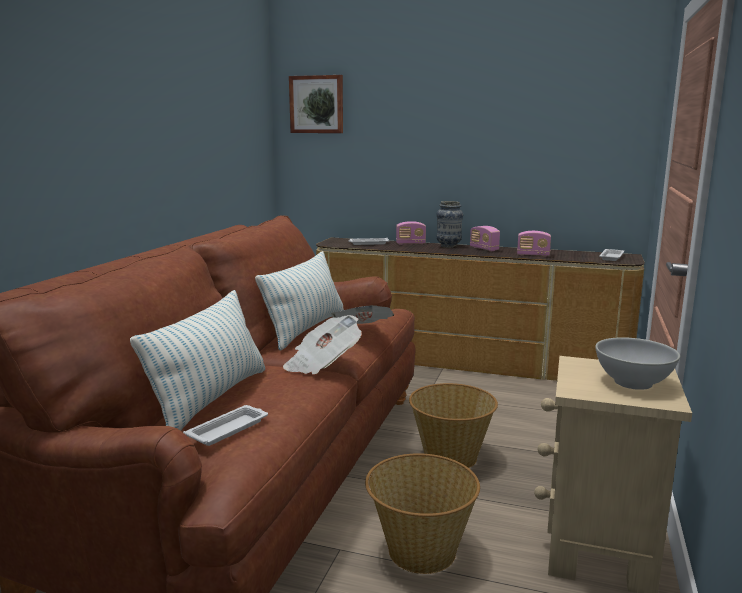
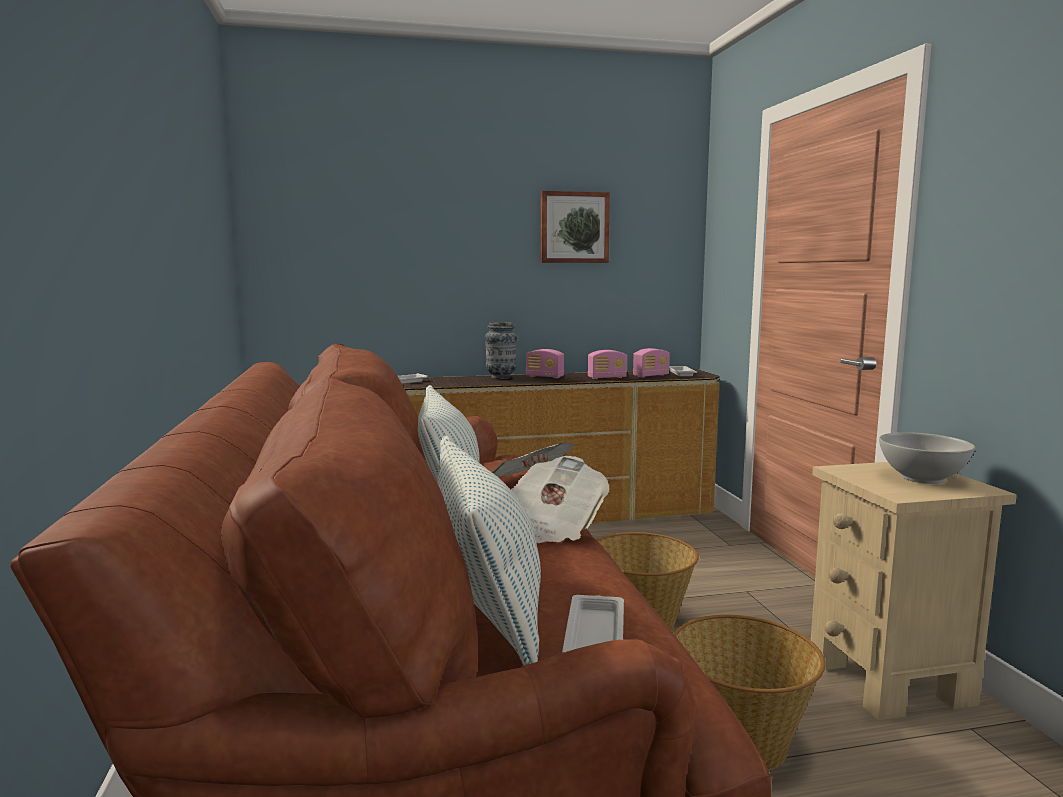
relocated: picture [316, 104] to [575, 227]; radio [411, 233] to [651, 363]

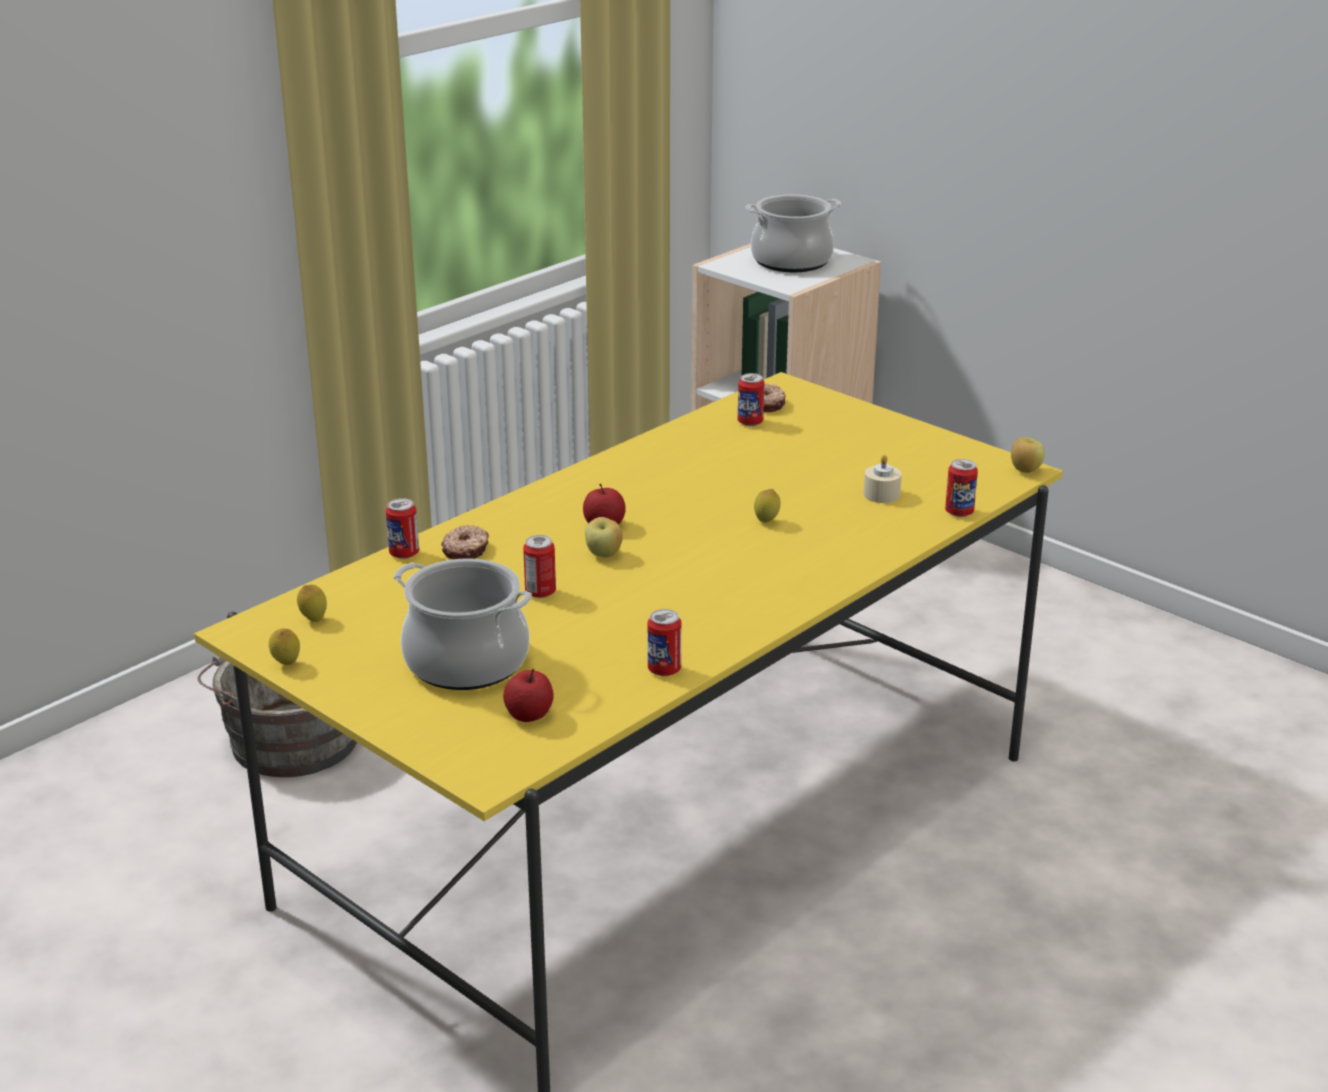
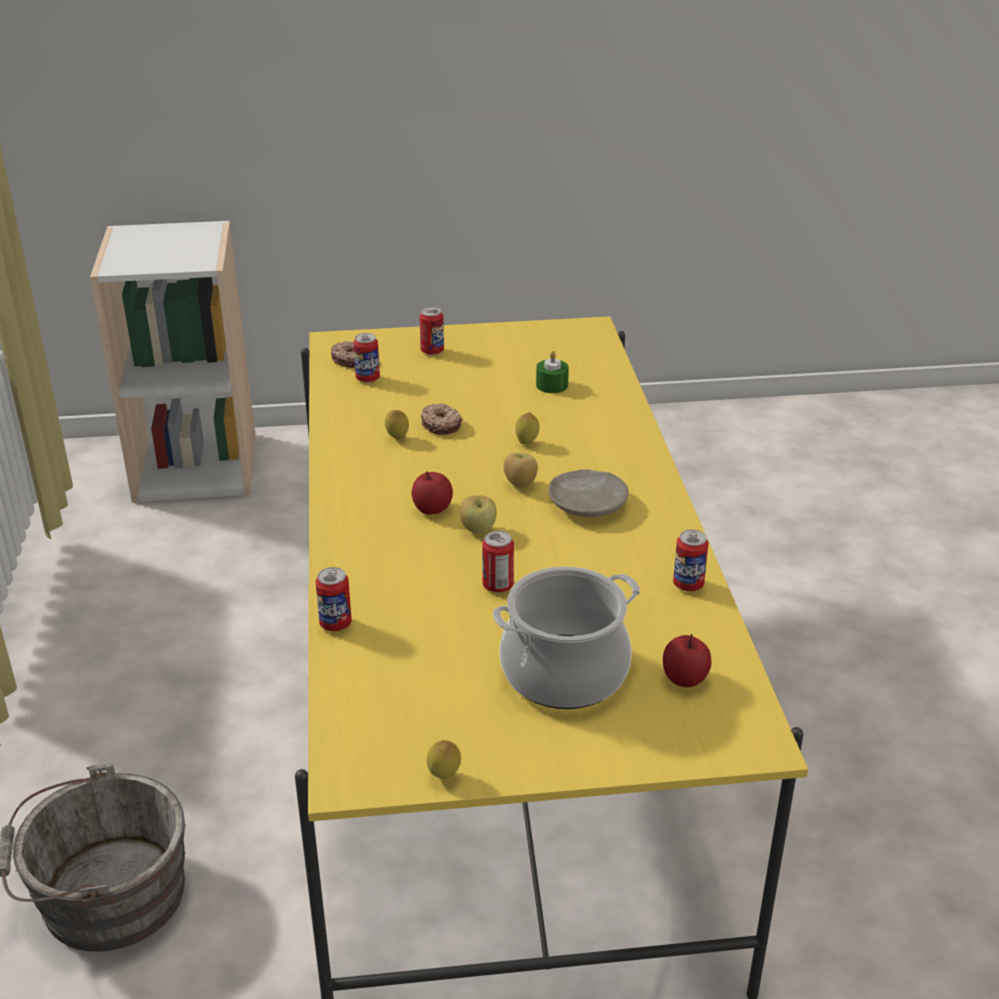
missing: cooking pot [794, 233]
appeared: beige plate [588, 493]
relocated: lemon [312, 603] to [397, 425]; donut [465, 542] to [441, 419]; can [961, 488] to [431, 331]; apple [1028, 455] to [520, 470]
colour: beige candle [883, 479] to green candle [552, 372]

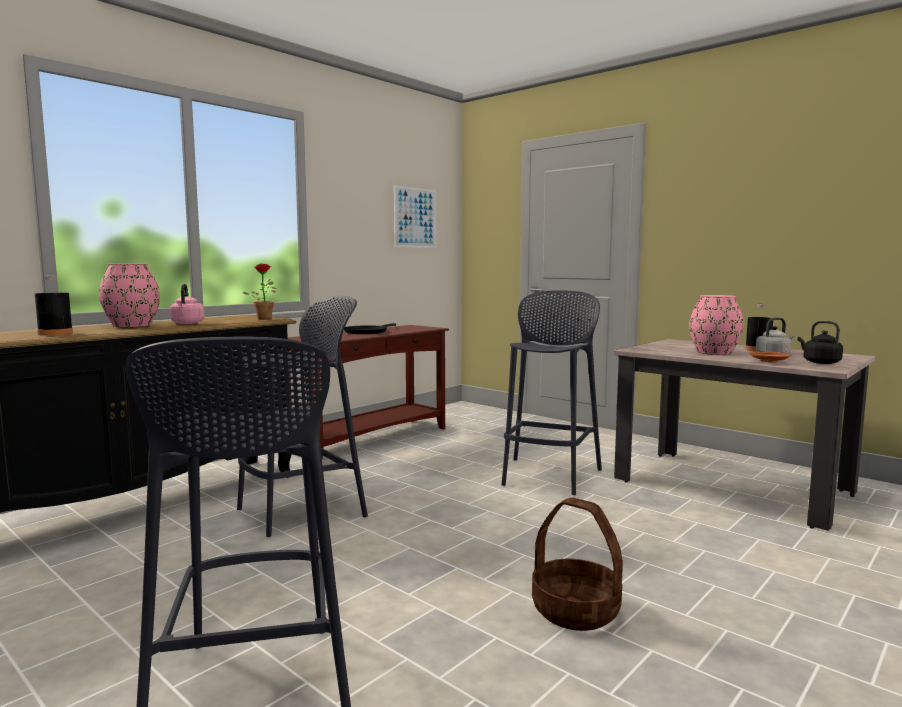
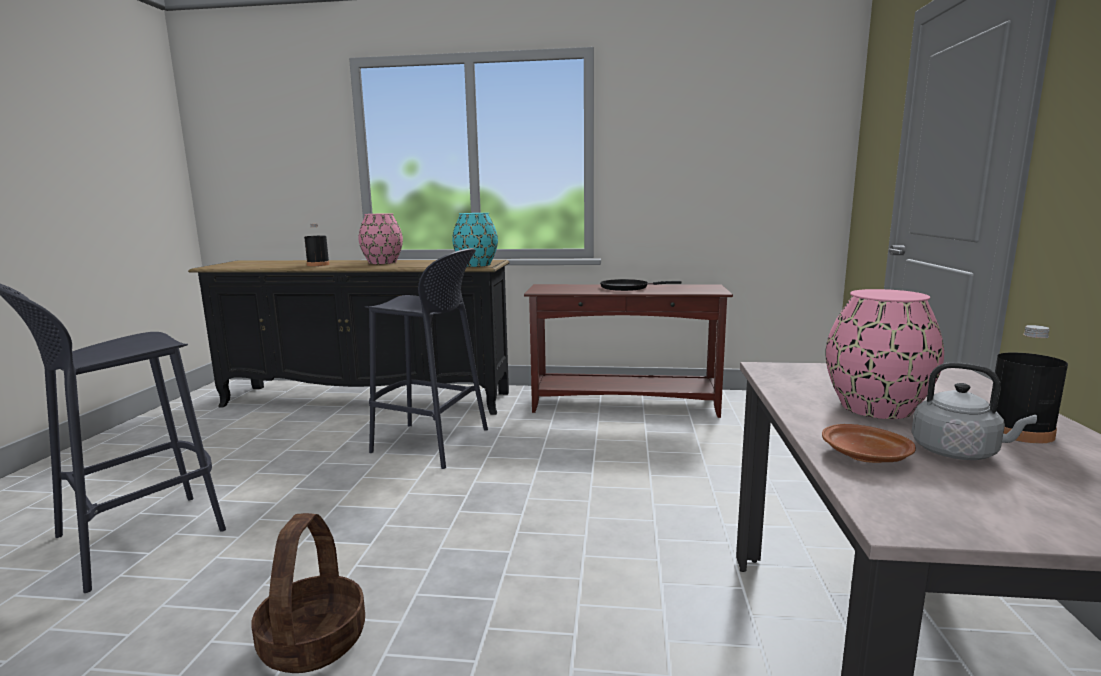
missing: pink kettle [187, 304]; picture [415, 216]; grey stool [551, 392]; black kettle [820, 342]
exchanged: potted plant [259, 292] to turquoise vase [475, 240]

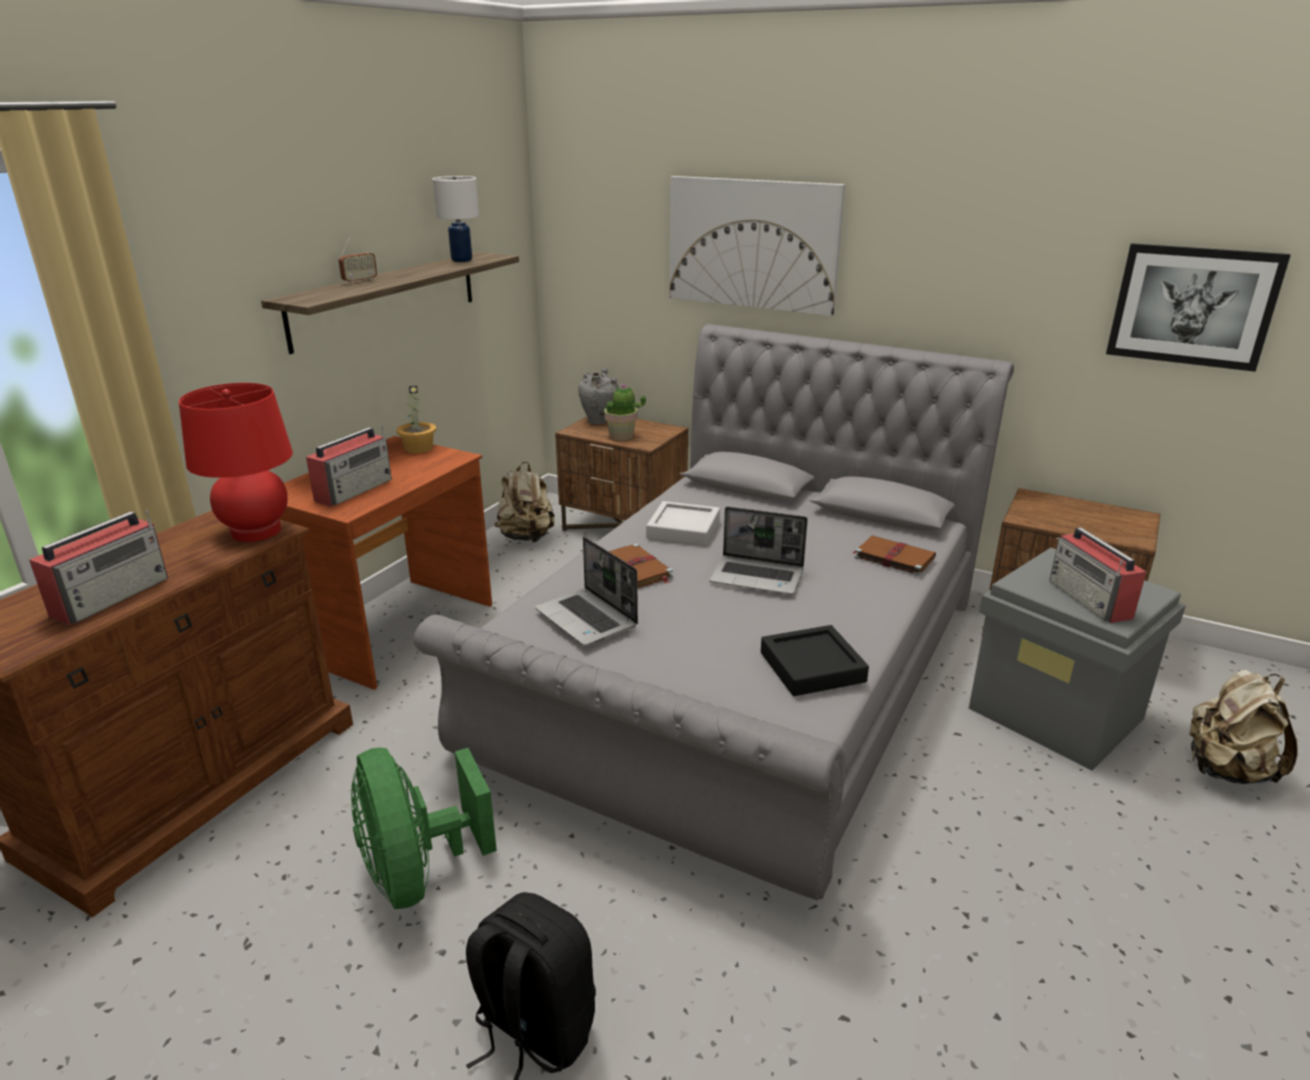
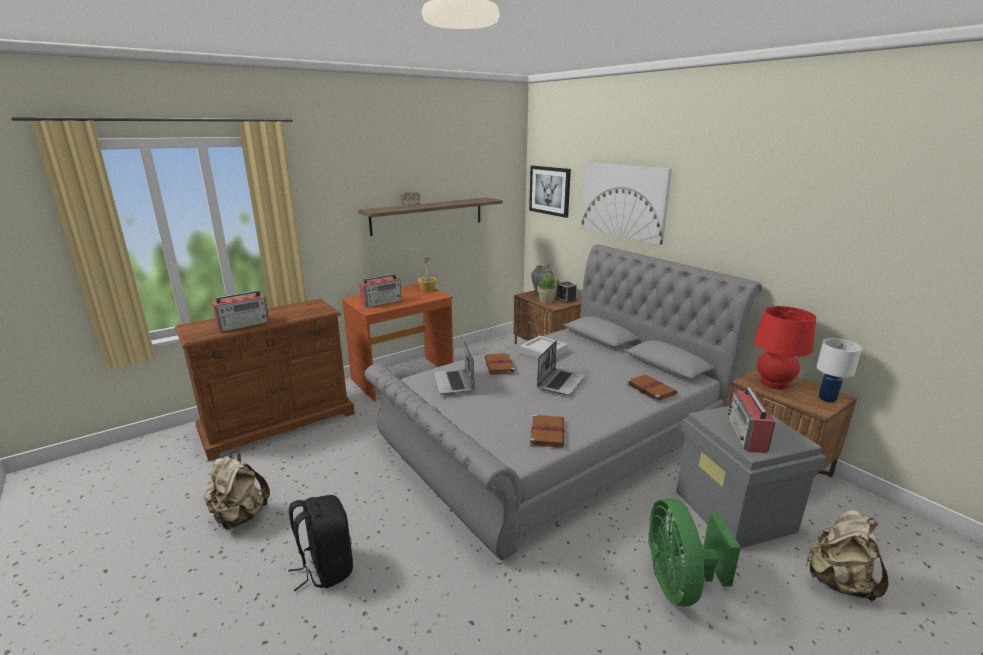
appeared: alarm clock [566, 292]
relocated: red table lamp [236, 462] to [785, 347]; green fan [424, 828] to [694, 552]; white table lamp [455, 219] to [839, 370]; beige backpack [524, 501] to [236, 490]; picture [1198, 307] to [550, 192]
exchanged: black tray [815, 660] to brown book [547, 431]
spun: laptop [759, 550] = [561, 367] 105 degrees counterclockwise

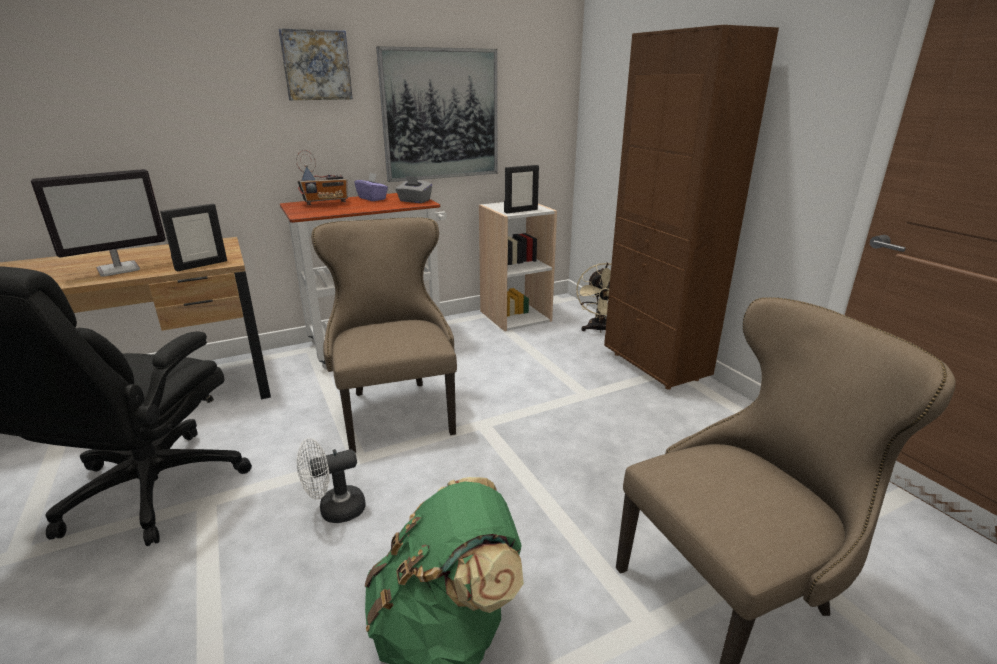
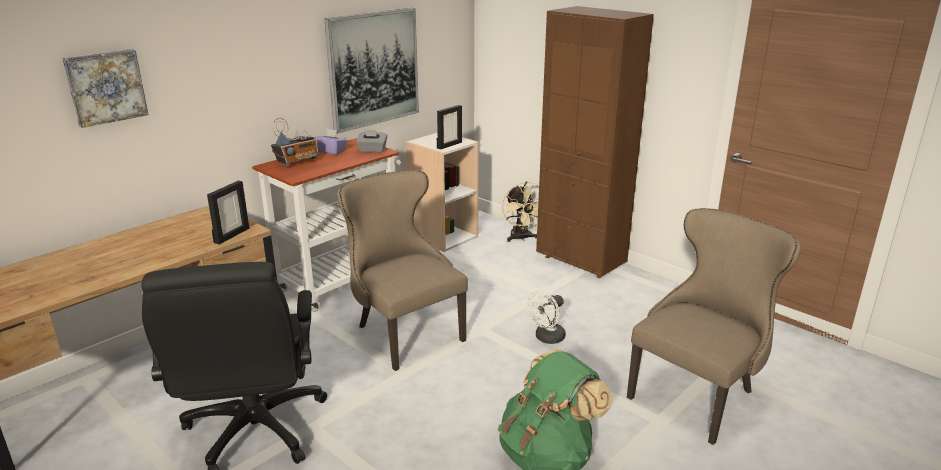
missing: monitor [98, 223]
relocated: picture [315, 64] to [105, 88]; white fan [331, 480] to [546, 317]

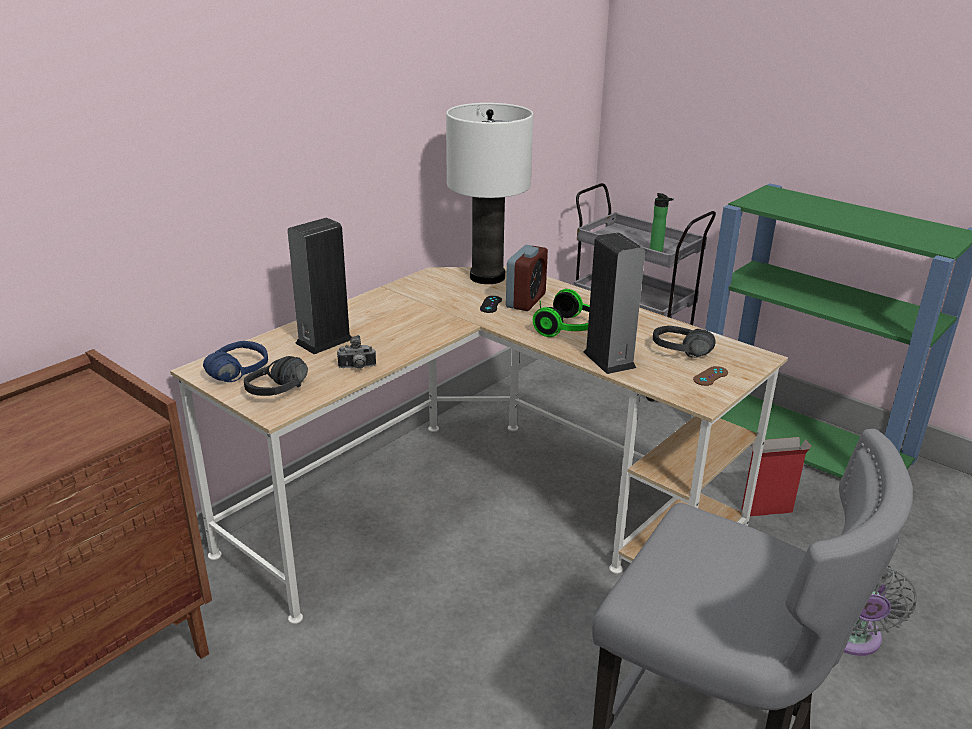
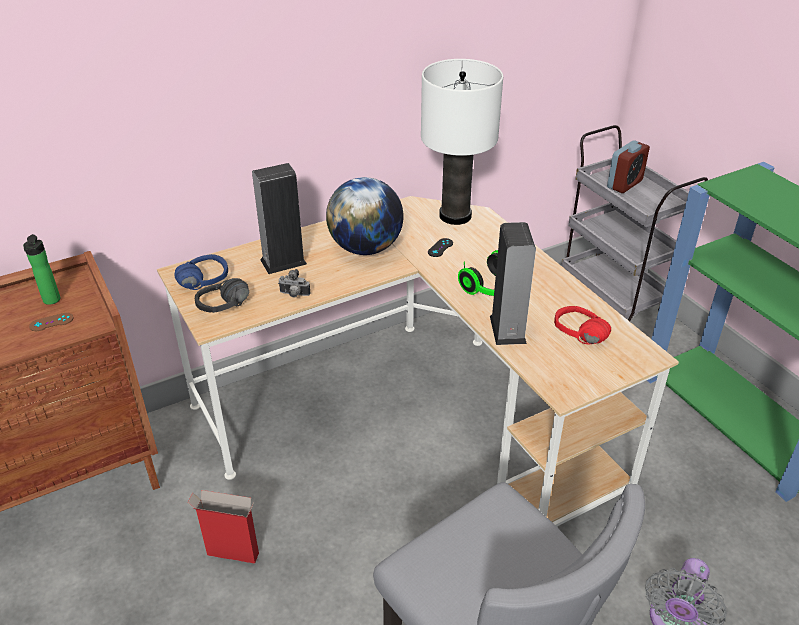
appeared: globe [365, 216]
relocated: alarm clock [527, 278] to [628, 166]; bottle [662, 222] to [41, 269]; brown game controller [710, 376] to [51, 322]; cardboard box [776, 476] to [223, 527]
colour: black headphones [684, 342] to red headphones [582, 325]

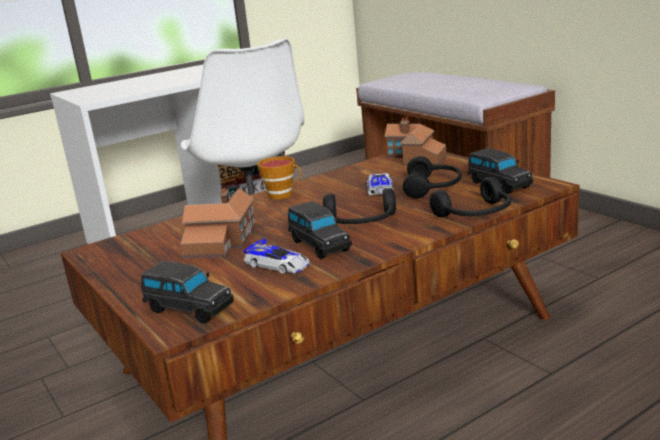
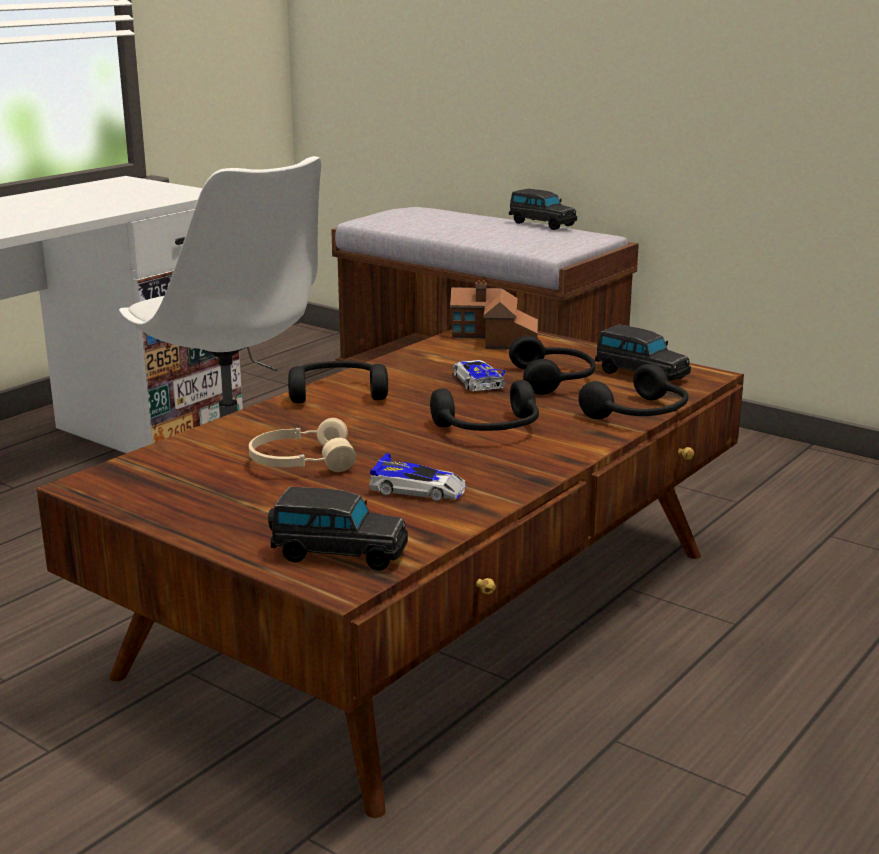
relocated: black toy car [320, 230] to [543, 209]
exchanged: toy house [218, 222] to beige headphones [302, 445]; cup [279, 178] to black headphones [338, 382]

